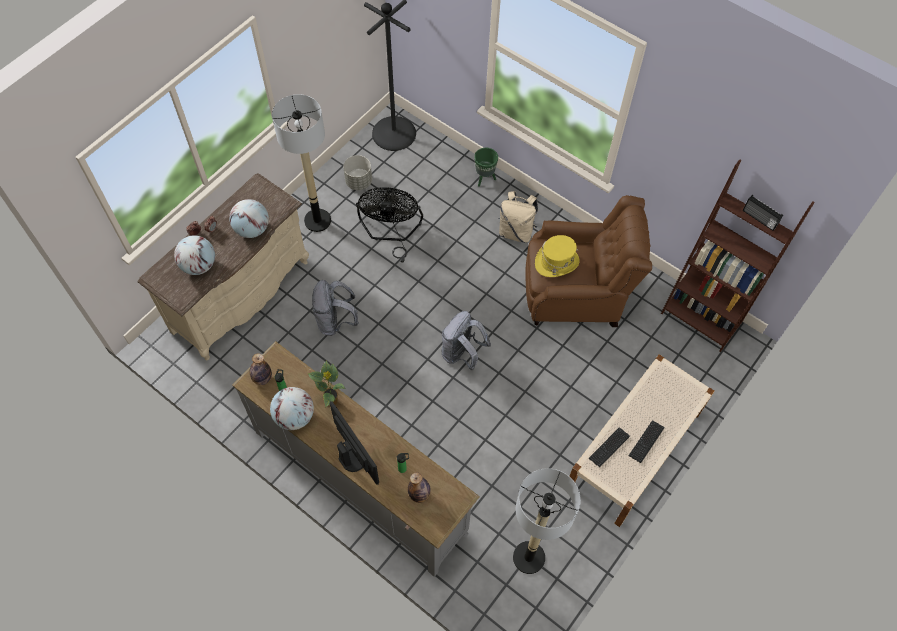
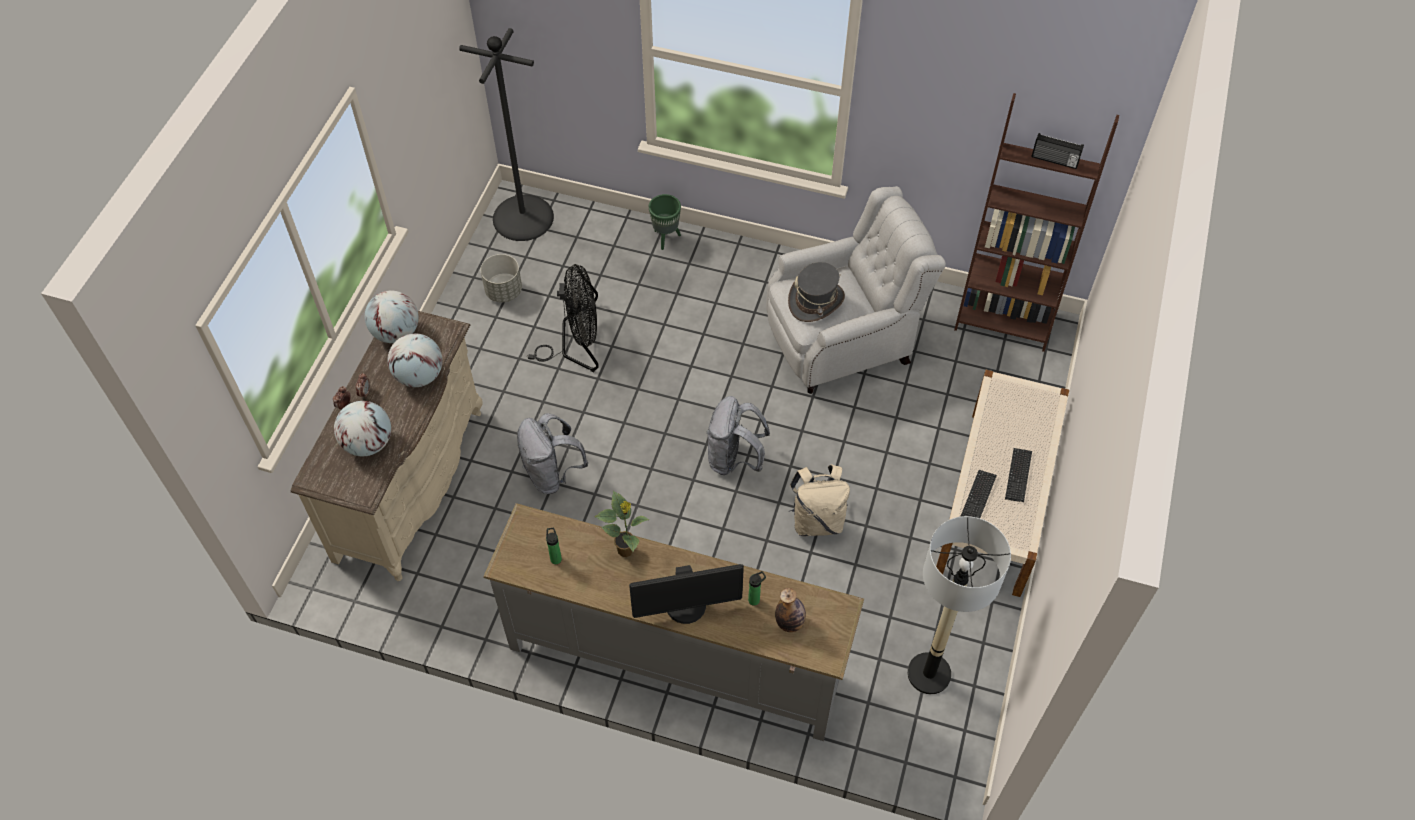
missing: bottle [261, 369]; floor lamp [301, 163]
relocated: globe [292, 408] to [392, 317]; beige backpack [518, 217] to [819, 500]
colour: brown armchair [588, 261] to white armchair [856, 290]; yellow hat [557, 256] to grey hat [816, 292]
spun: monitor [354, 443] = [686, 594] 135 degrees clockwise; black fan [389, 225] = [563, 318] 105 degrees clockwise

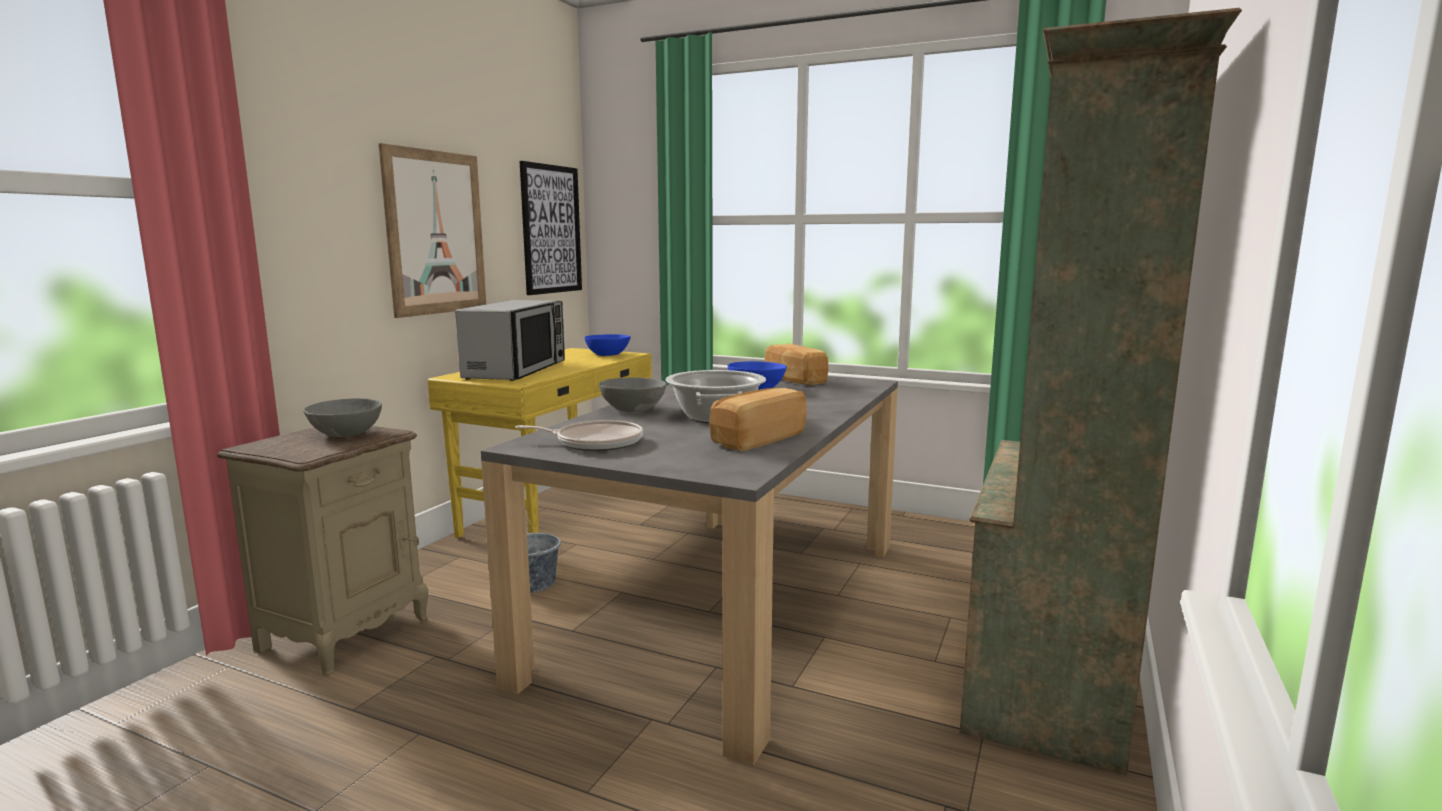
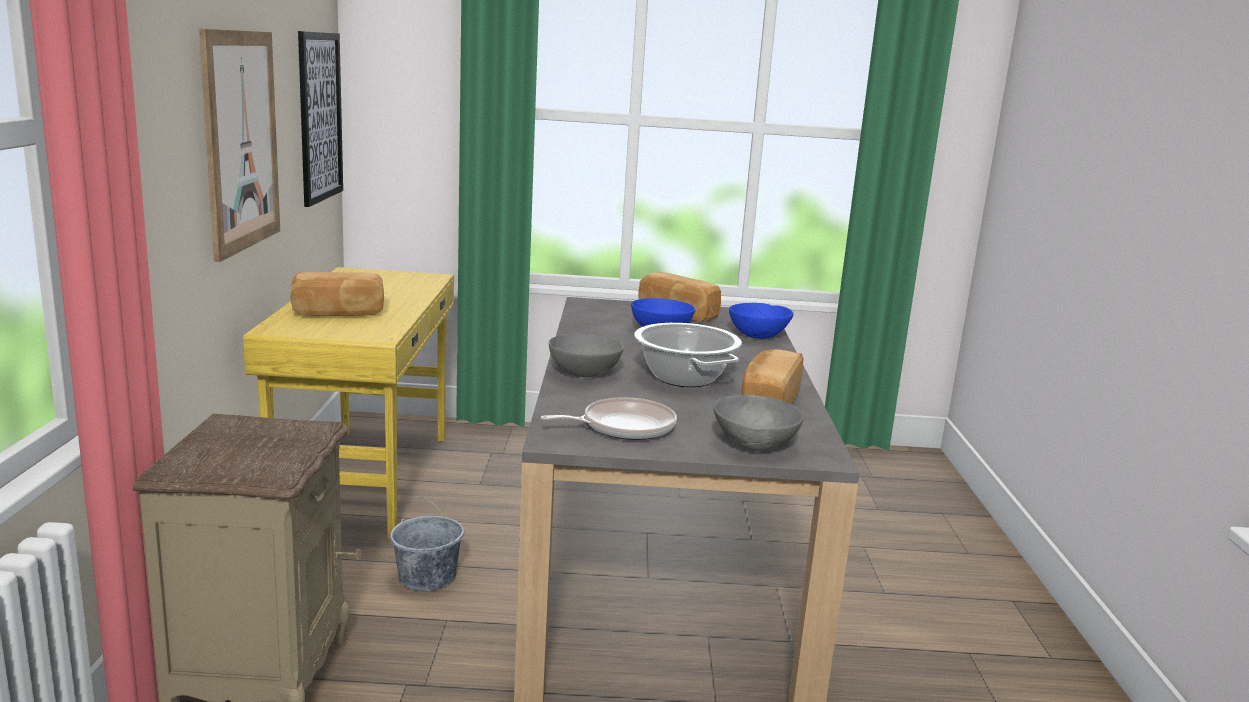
missing: green bookcase [1101, 392]
relocated: grey bowl [342, 417] to [758, 423]; blue bowl [607, 345] to [761, 321]
exchanged: microwave [510, 340] to bread [337, 294]

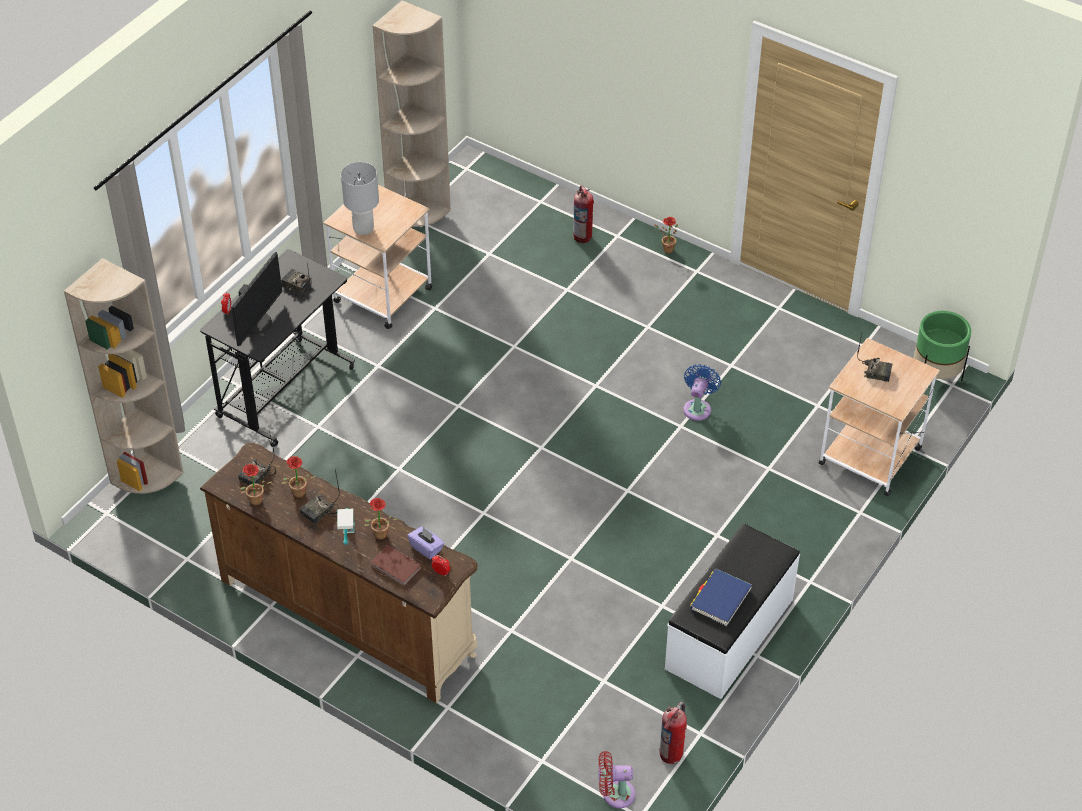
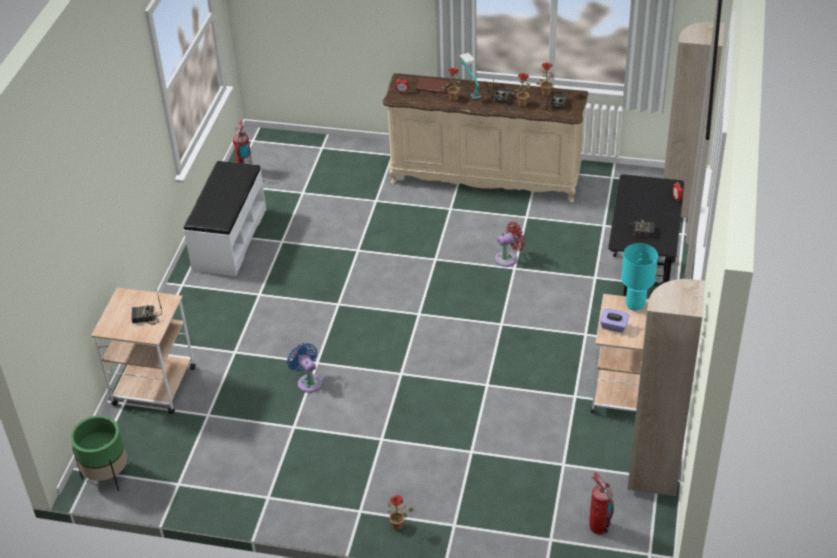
missing: monitor [256, 299]; blue book [721, 597]
relocated: purple tissue box [425, 543] to [615, 321]; fire extinguisher [583, 214] to [601, 503]; red fan [617, 779] to [510, 244]
colour: grey table lamp [360, 198] to turquoise table lamp [639, 277]
spun: blue fan [702, 392] = [304, 368] 150 degrees clockwise

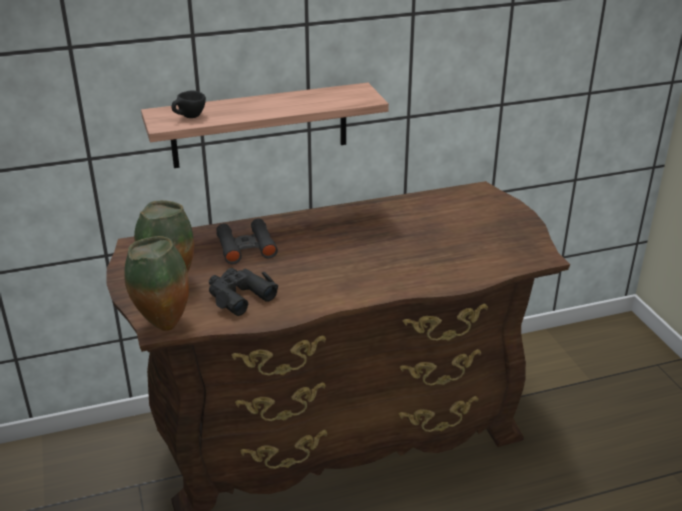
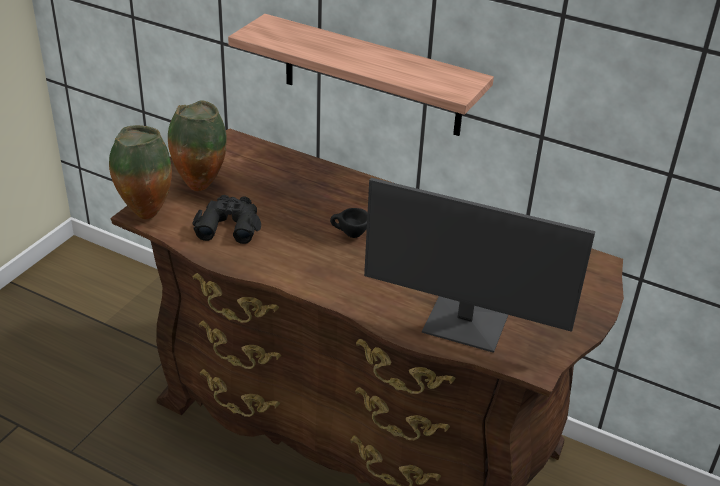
missing: black binoculars [247, 241]
appeared: monitor [479, 265]
relocated: black cup [188, 104] to [349, 223]

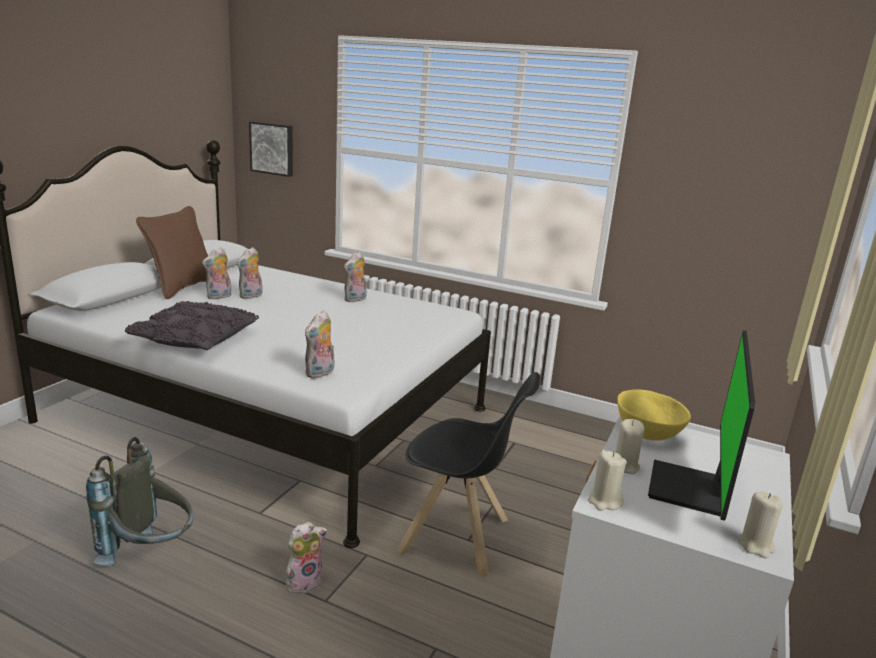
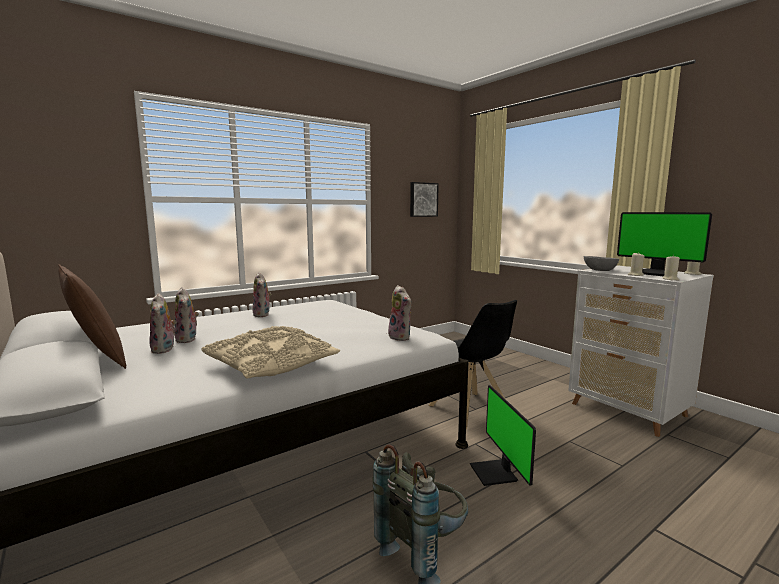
relocated: picture [271, 149] to [424, 199]
exchanged: plush toy [306, 557] to monitor [503, 435]
colour: black pillow [192, 325] to beige pillow [270, 352]; yellow bowl [654, 415] to grey bowl [601, 263]
spun: black chair [468, 474] = [473, 364] 105 degrees clockwise

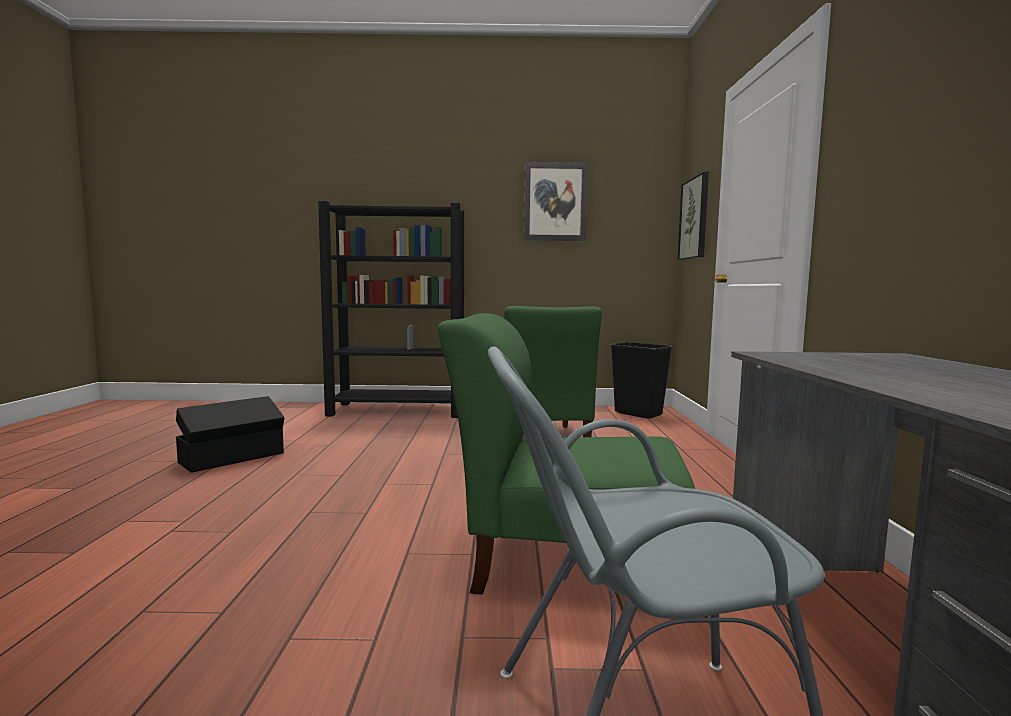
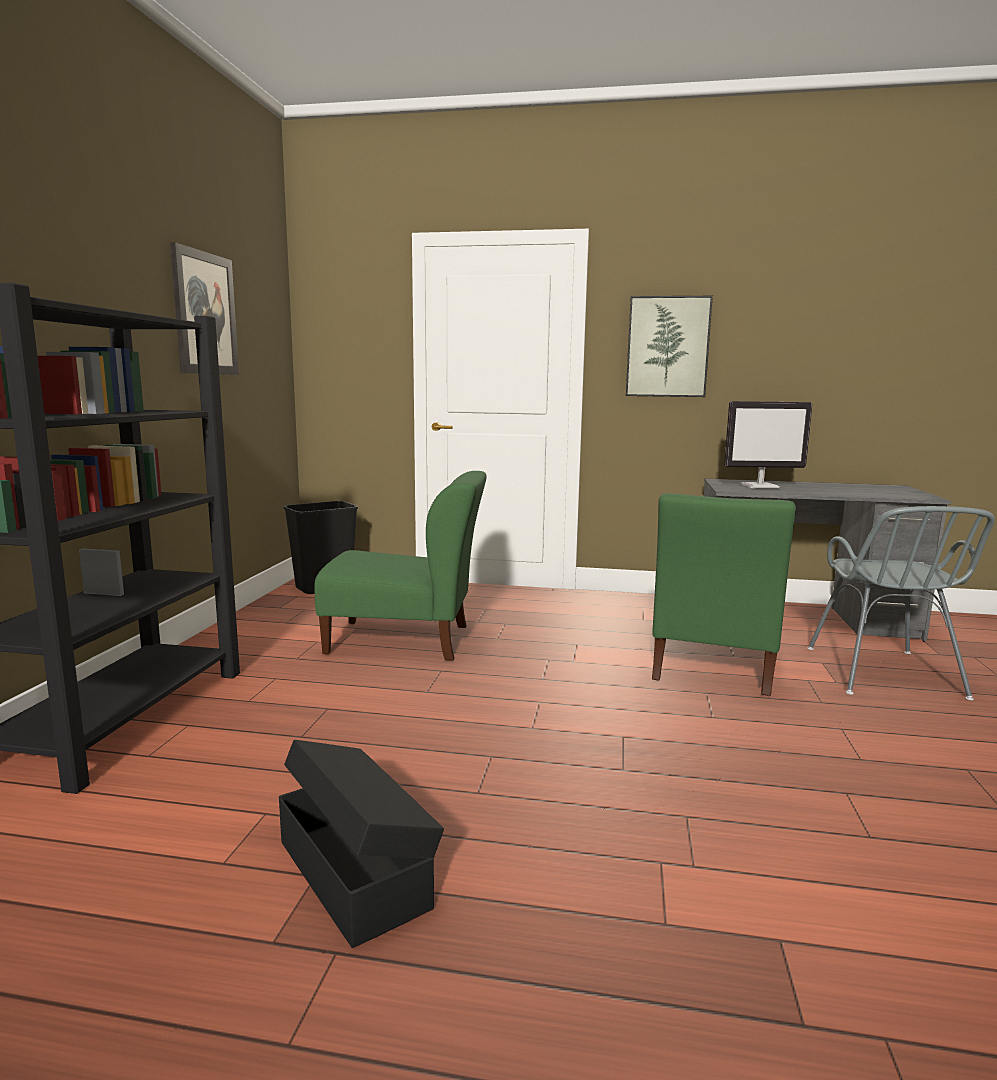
appeared: monitor [768, 445]
relocated: picture [693, 216] to [669, 346]

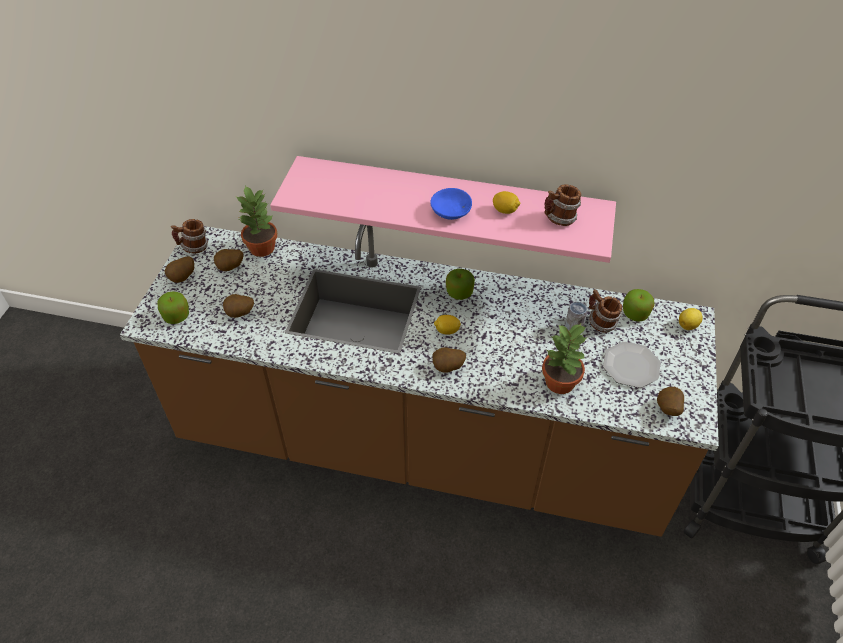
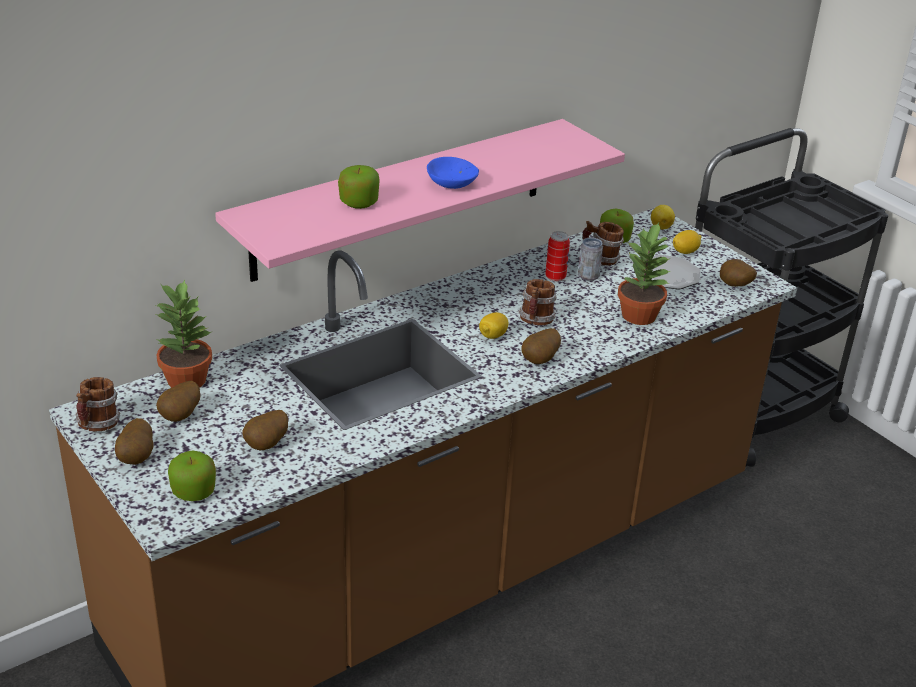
appeared: can [557, 256]
relocated: apple [460, 284] to [359, 187]; lemon [507, 202] to [687, 242]; mug [562, 205] to [537, 302]

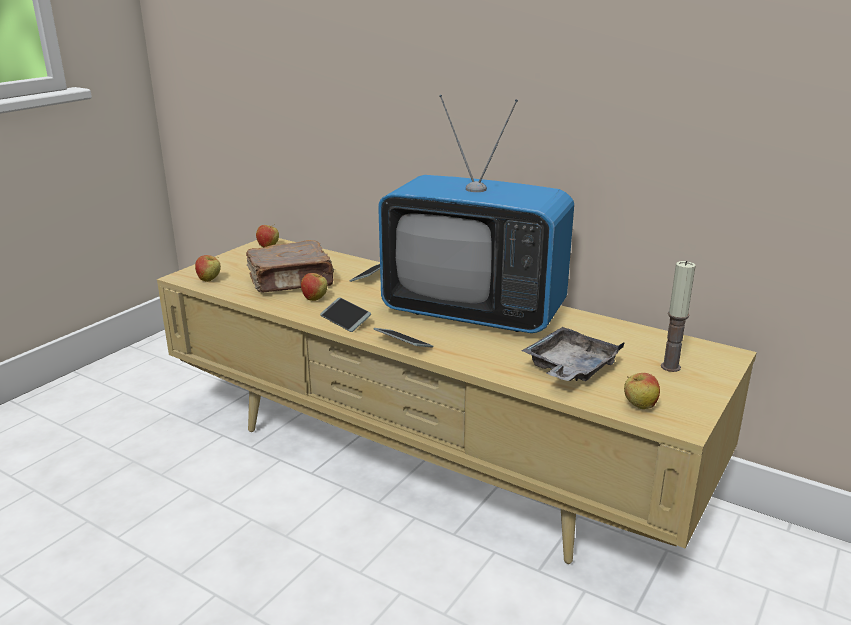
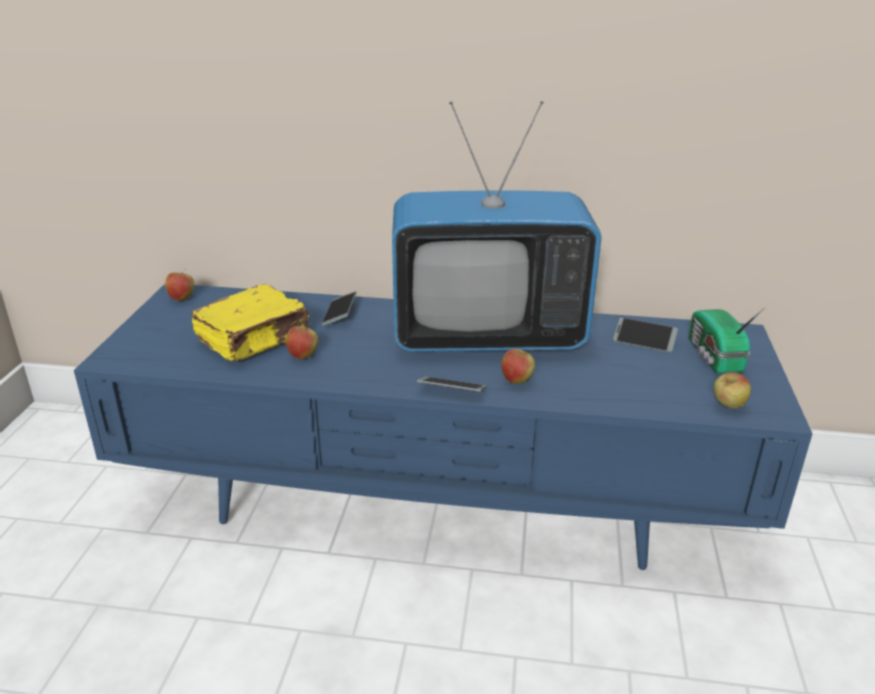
missing: grey tray [573, 354]
relocated: apple [208, 268] to [518, 366]; phone [345, 314] to [645, 335]
exchanged: candle [678, 316] to radio [726, 341]
colour: beige tv stand [457, 401] to blue tv stand [443, 427]; brown book [290, 266] to yellow book [250, 322]

